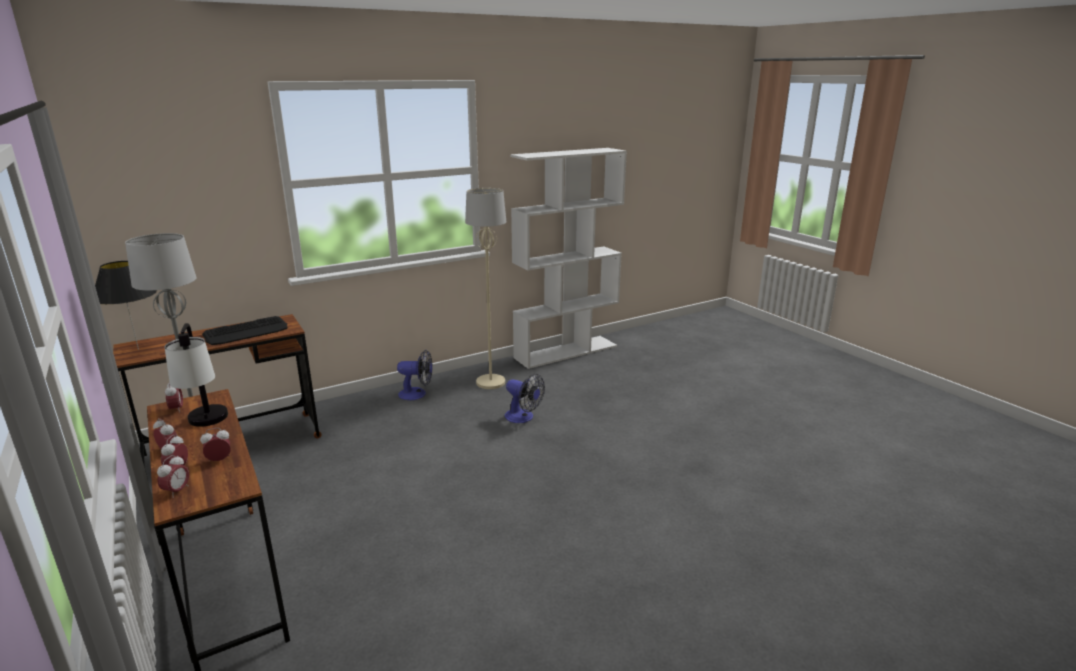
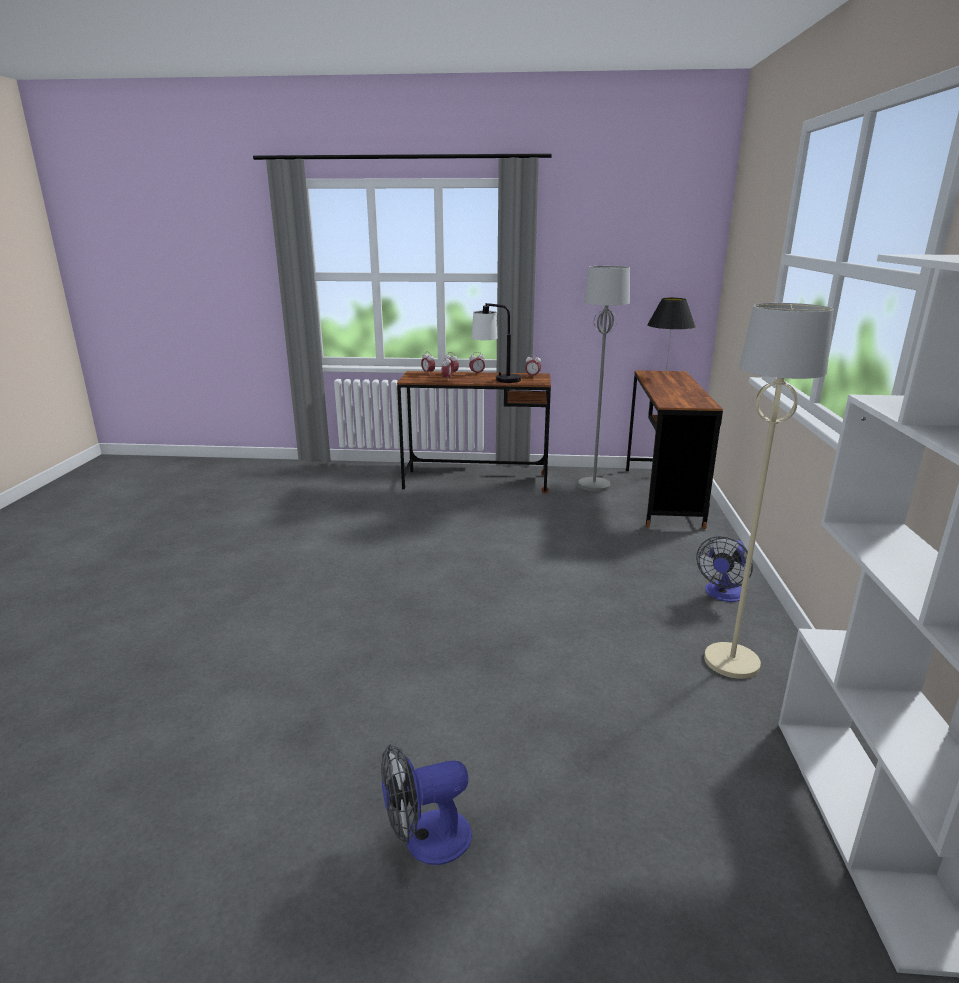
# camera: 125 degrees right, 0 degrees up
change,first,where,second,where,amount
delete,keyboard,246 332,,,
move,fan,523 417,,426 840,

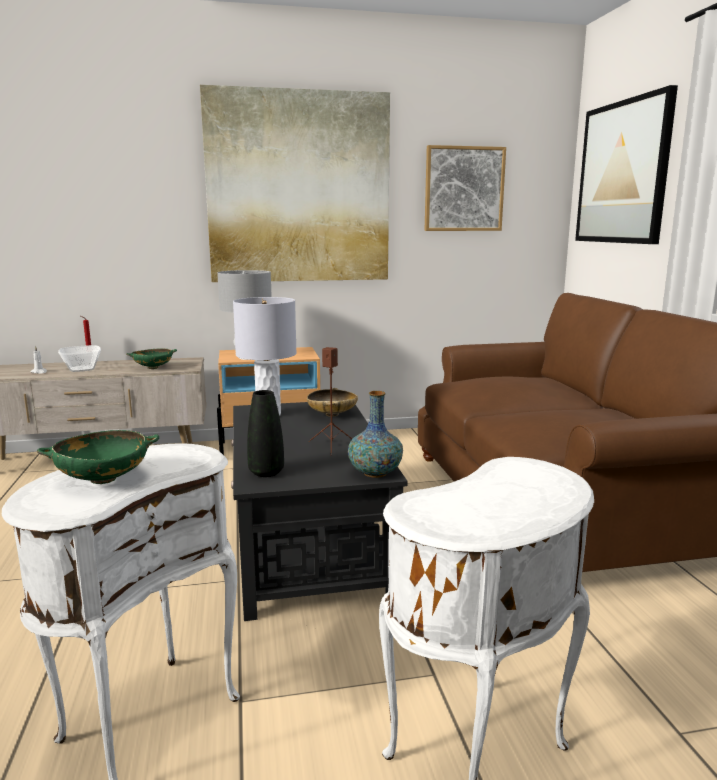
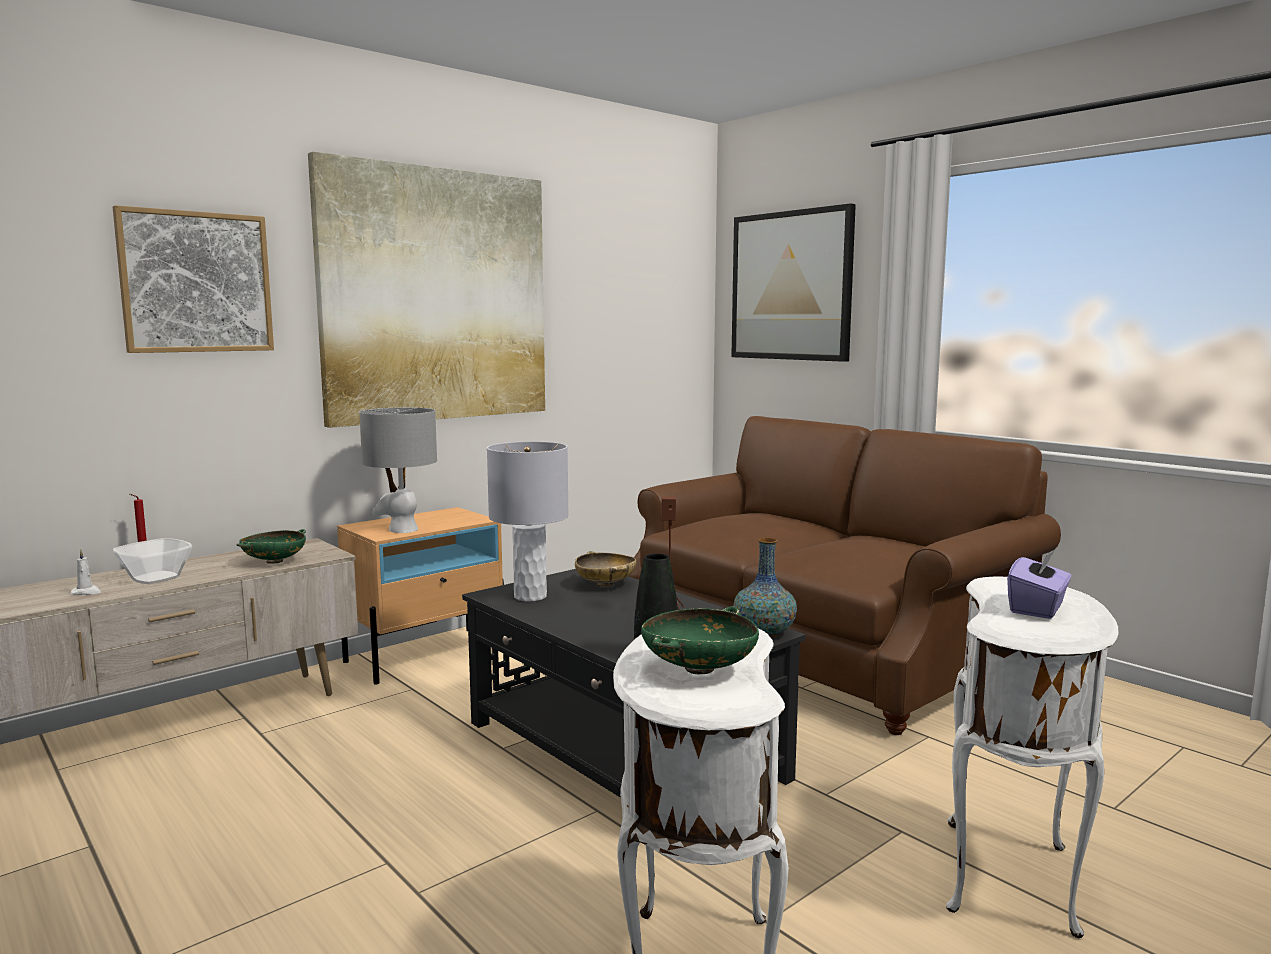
# camera: 30 degrees left, 5 degrees down
change,first,where,second,where,amount
move,picture,464 189,,196 282,
insert,,,purple tissue box,1037 608,

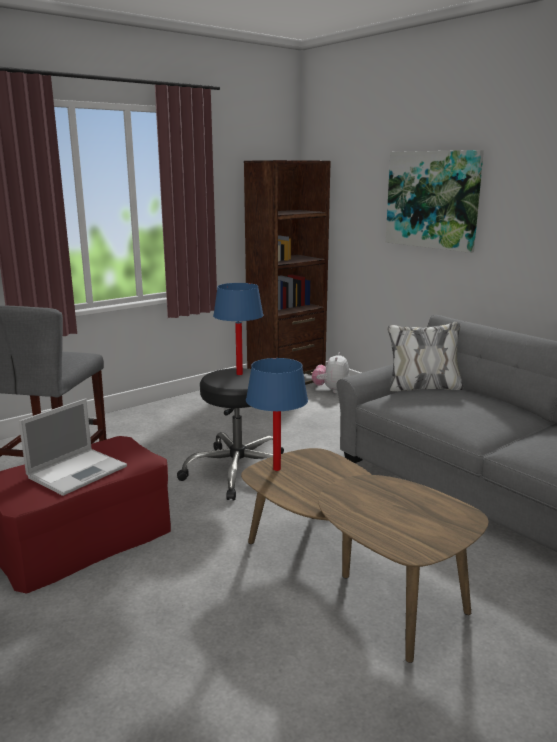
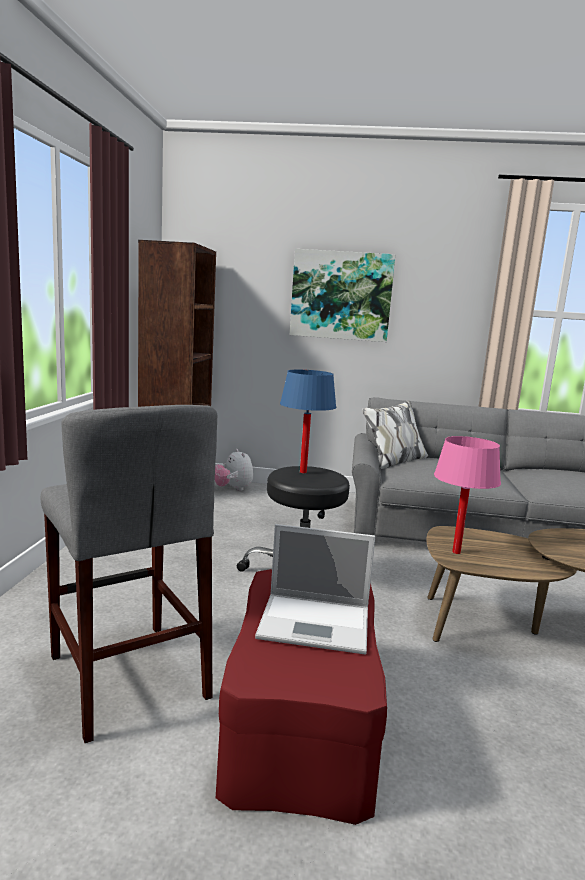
# camera: 45 degrees left, 5 degrees down
change,first,where,second,where,amount
recolor,blue table lamp,277 469,pink table lamp,456 552,
rotate,laptop,78 471,,317 623,105 degrees clockwise

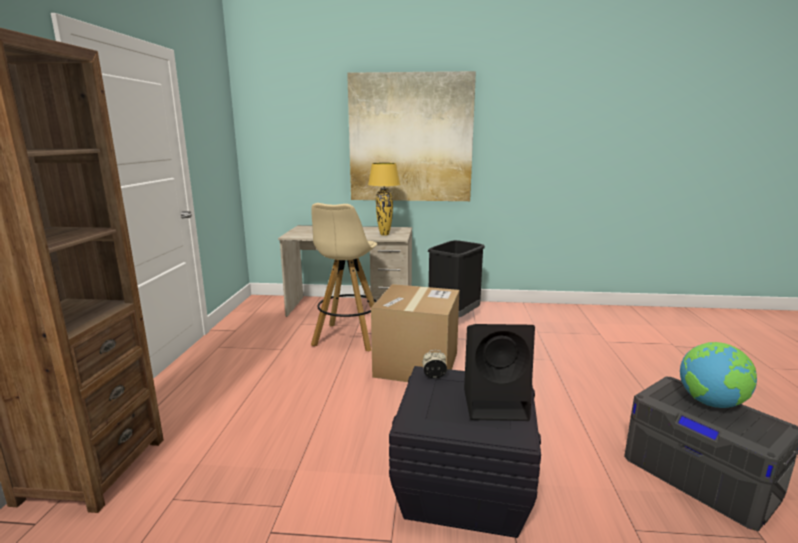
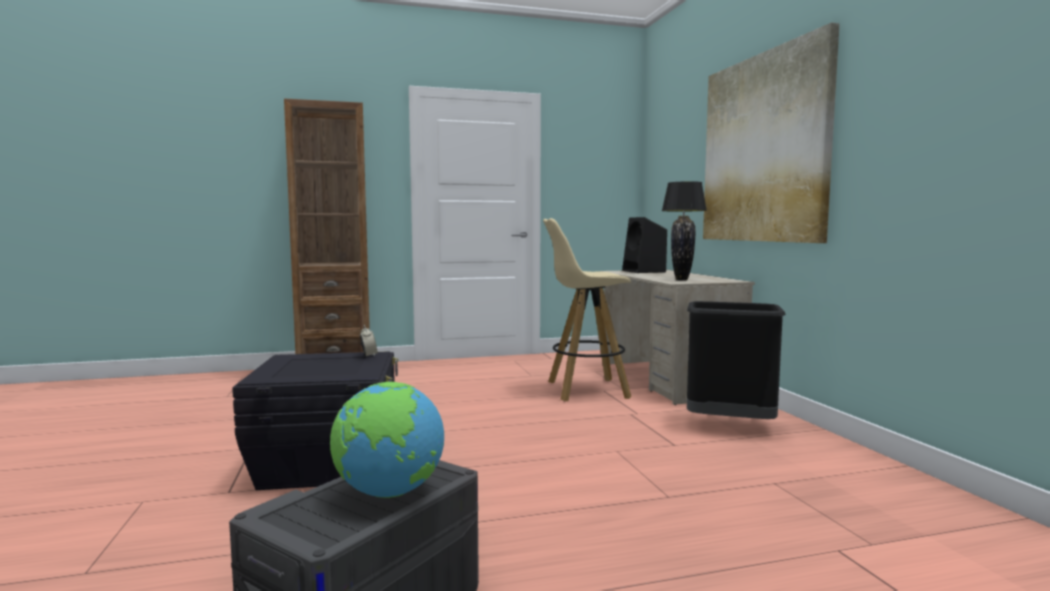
# camera: 70 degrees right, 10 degrees down
change,first,where,second,where,amount
recolor,yellow table lamp,384 234,black table lamp,681 280,
delete,cardboard box,416 364,,,
move,black speaker,497 404,,644 271,

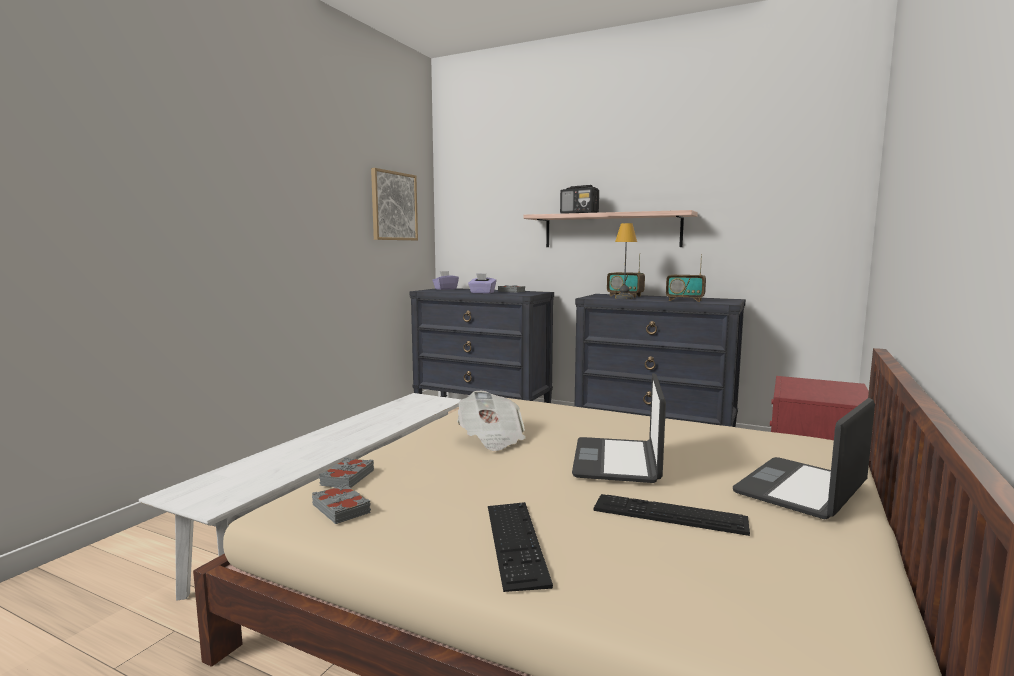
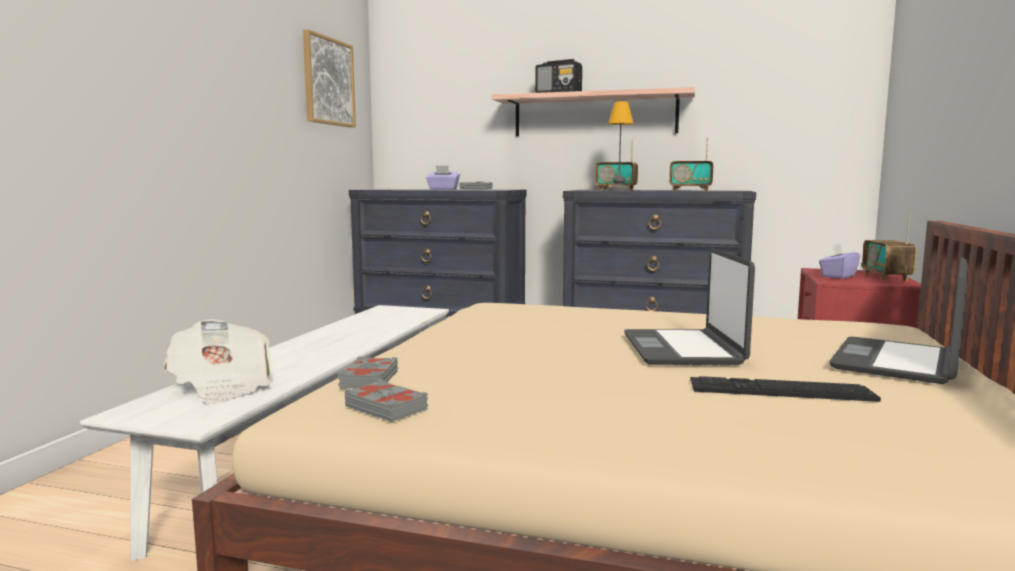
# camera: 10 degrees left, 0 degrees up
change,first,where,second,where,amount
move,purple tissue box,445 289,,838 276,
move,newspaper,491 438,,222 387,
delete,keyboard,515 542,,,
insert,,,radio,886 277,

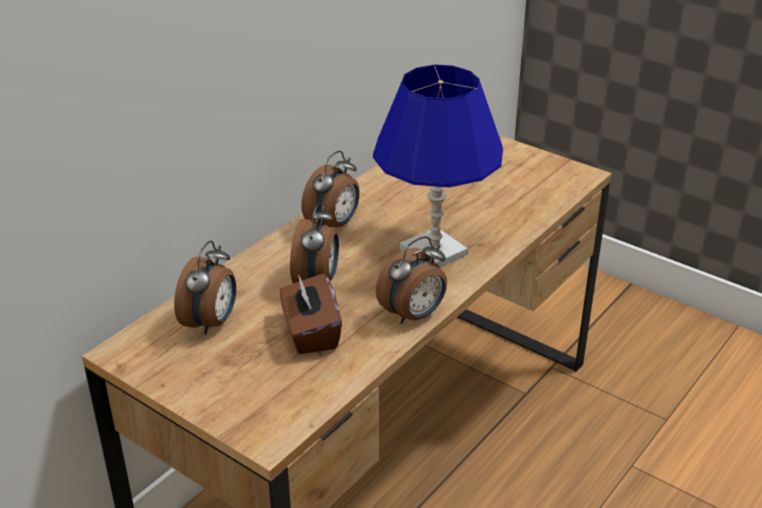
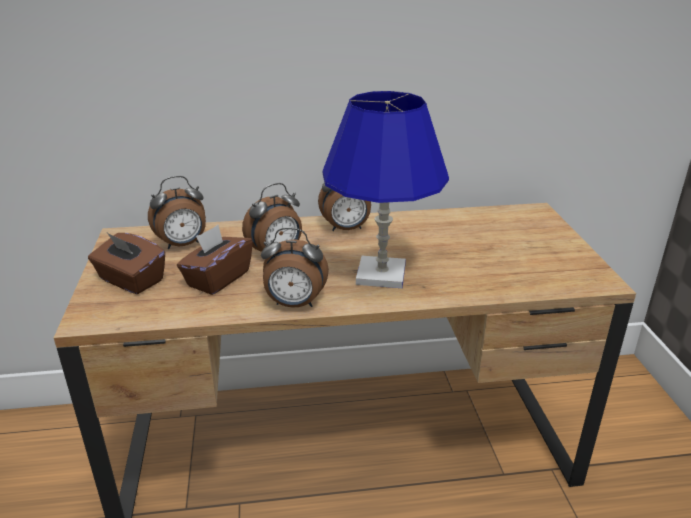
# camera: 45 degrees right, 5 degrees down
change,first,where,second,where,amount
insert,,,brown tissue box,131 280,

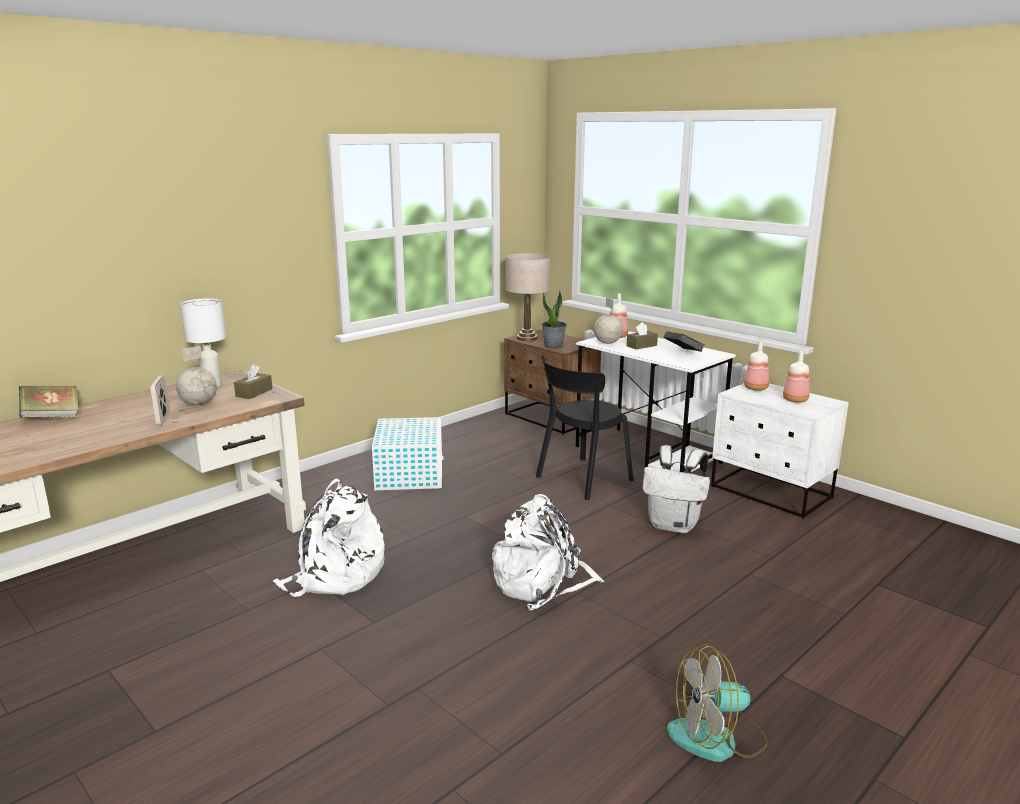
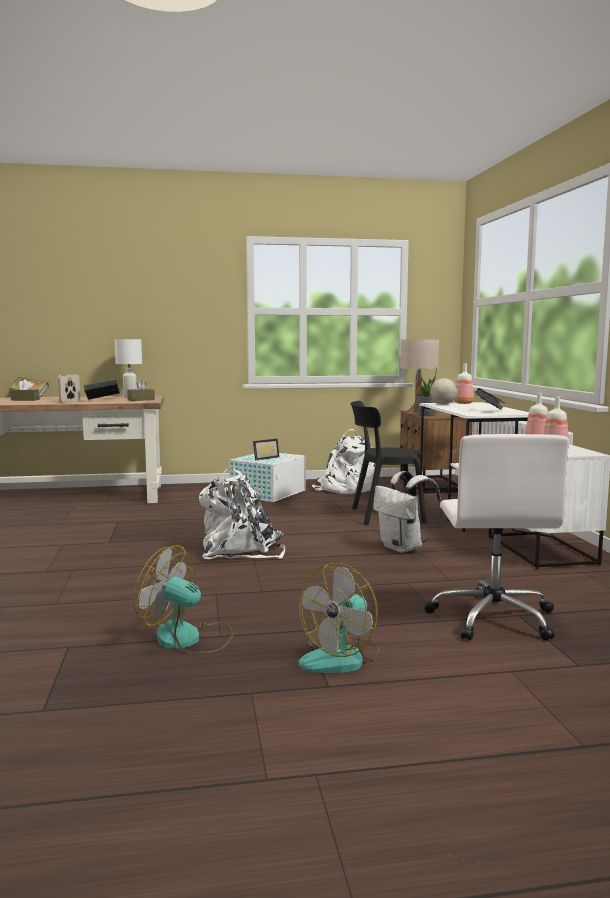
# camera: 35 degrees right, 10 degrees down
change,first,where,second,where,amount
move,brown tissue box,641 346,,25 400,
replace,globe,198 404,book,102 400,
move,white backpack,335 575,,345 489,
insert,,,white office chair,493 618,
insert,,,picture frame,264 458,
insert,,,fan,341 657,

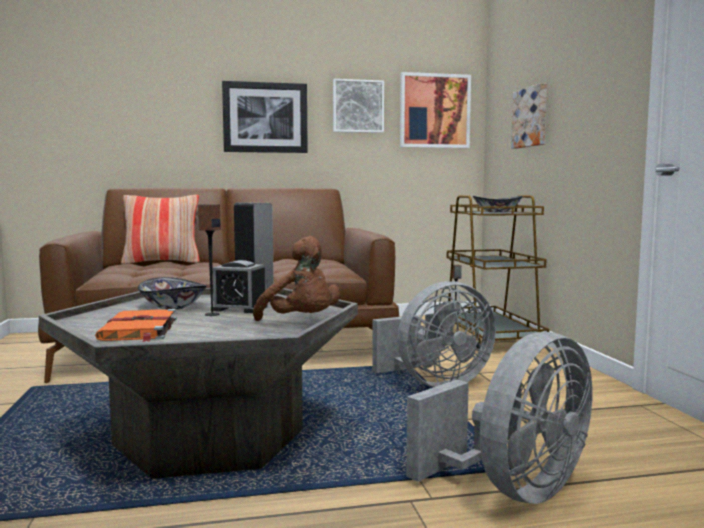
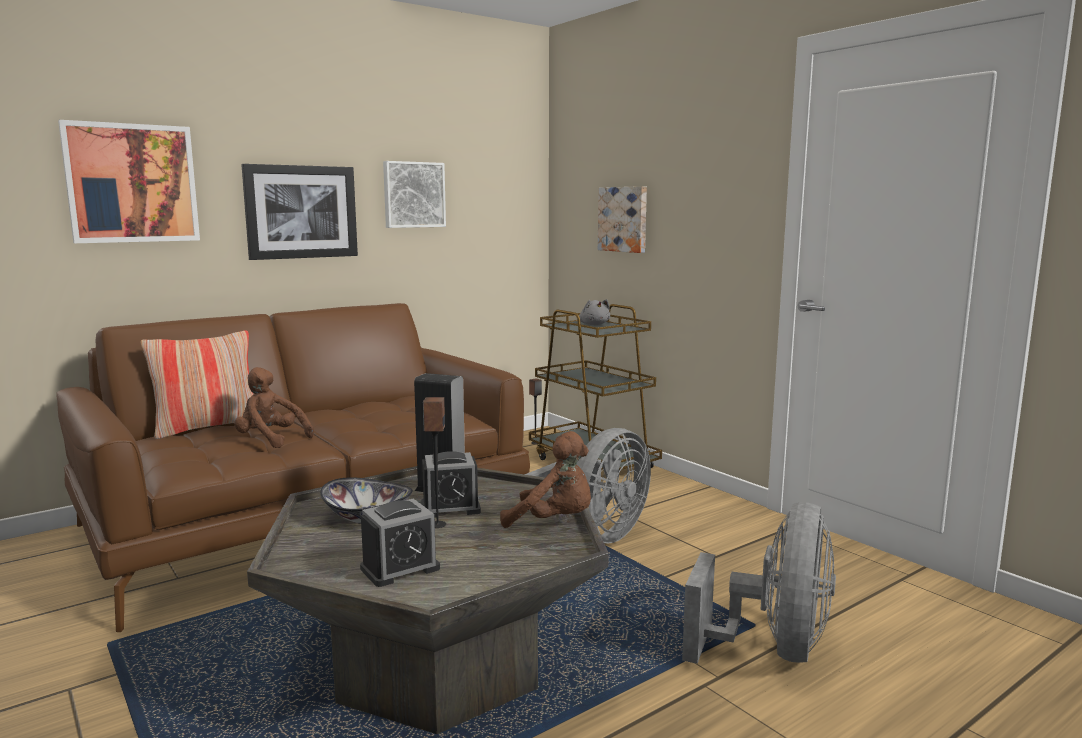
# camera: 25 degrees left, 5 degrees up
change,first,where,second,where,amount
move,picture,434 111,,132 183,
replace,bowl,497 212,grey plush toy,594 325,
replace,orange book,139 329,alarm clock,400 568,
insert,,,brown plush toy,270 440,

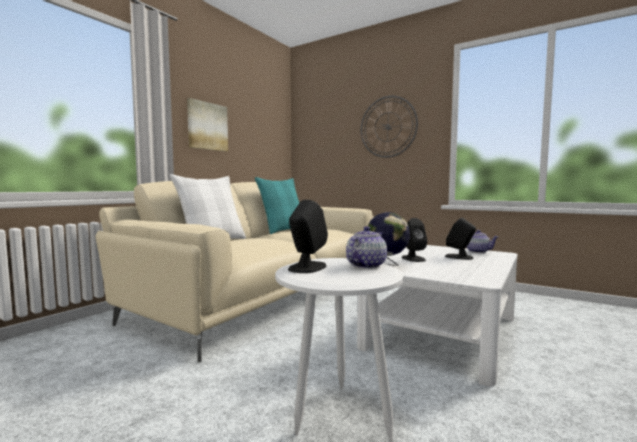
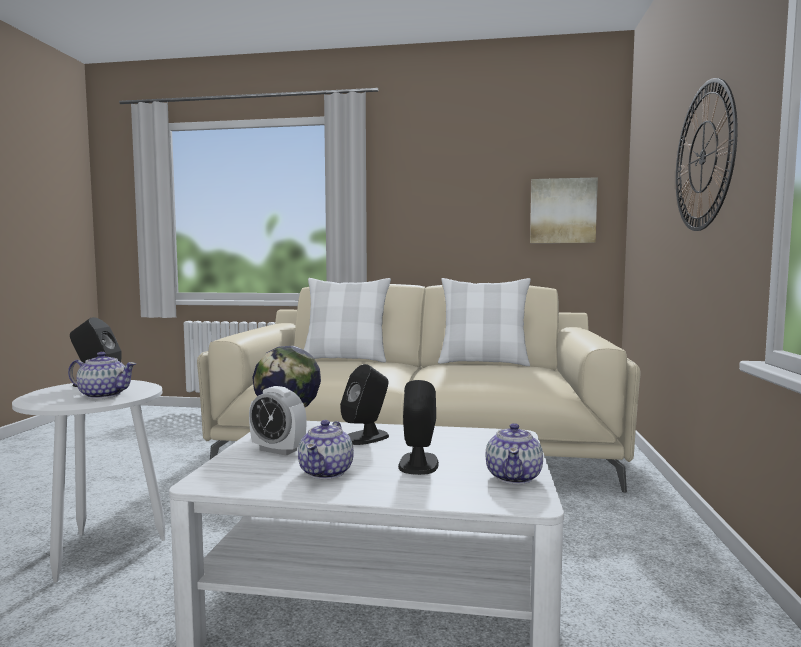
# camera: 65 degrees right, 0 degrees up
change,first,where,second,where,amount
move,picture,207 126,,562 211,
recolor,turquoise pillow,283 230,white pillow,483 362,
insert,,,alarm clock,278 450,
insert,,,teapot,327 472,

